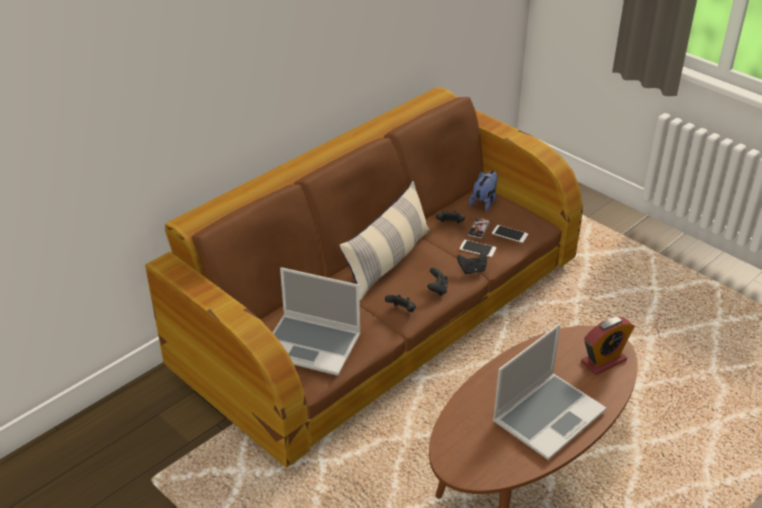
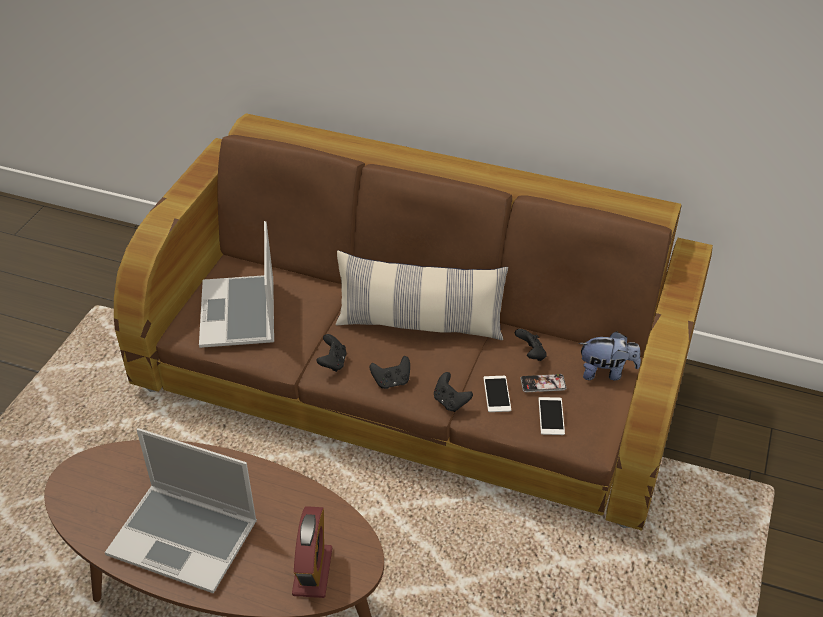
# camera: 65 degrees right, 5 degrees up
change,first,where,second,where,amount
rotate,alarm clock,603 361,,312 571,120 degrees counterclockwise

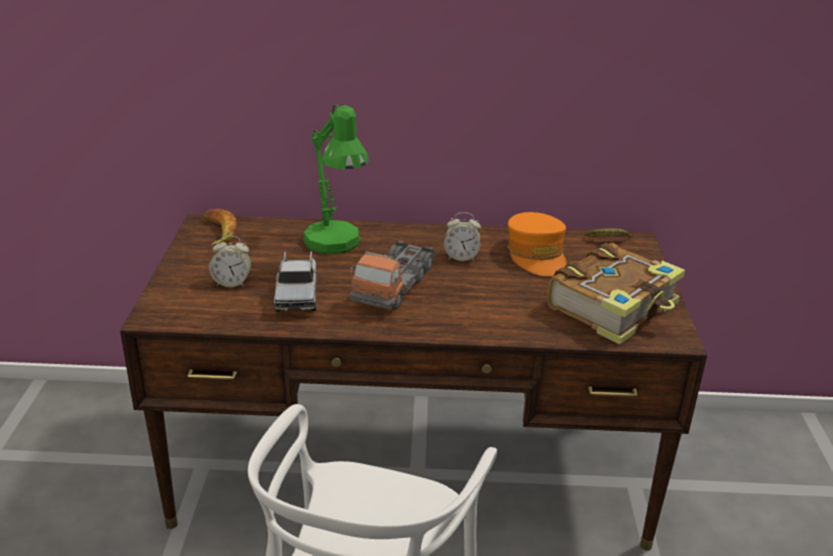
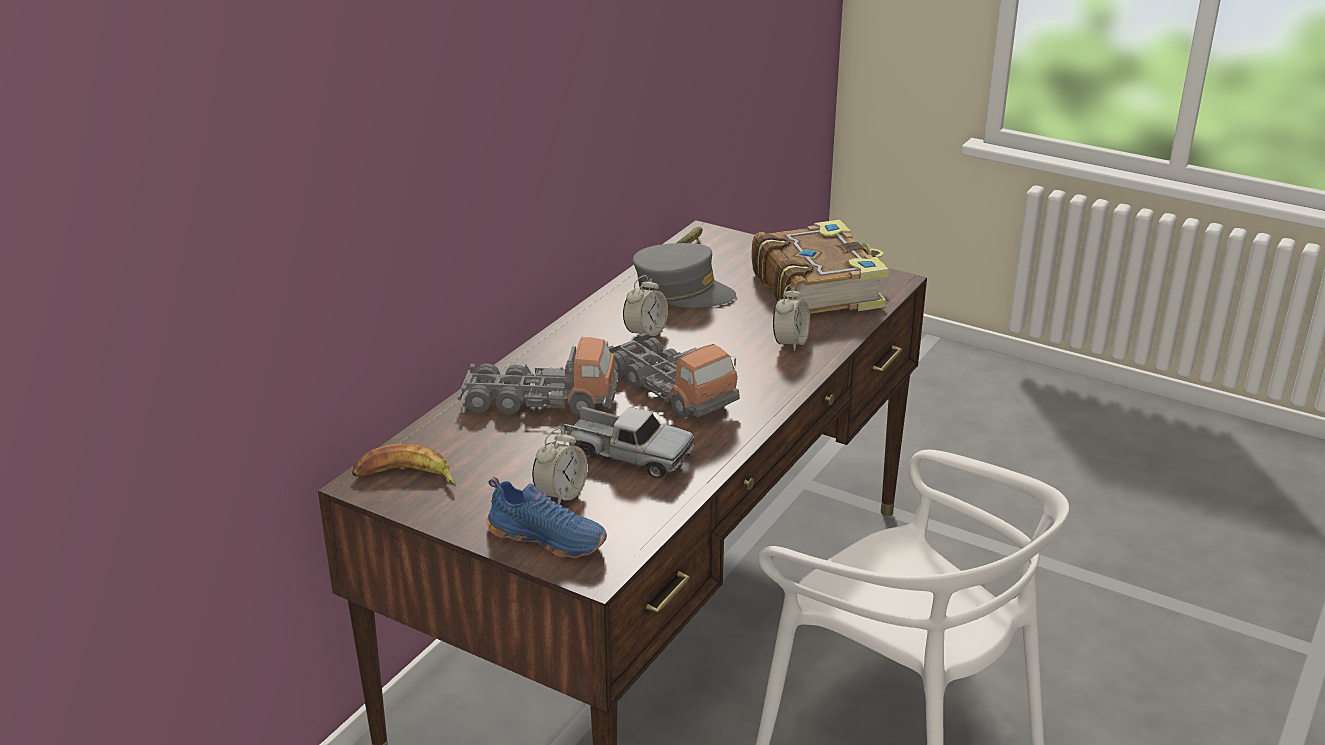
# camera: 60 degrees left, 0 degrees up
change,first,where,second,where,amount
replace,green table lamp,336 246,toy truck,539 401,
recolor,orange cap,537 255,grey cap,682 291,
insert,,,alarm clock,790 343,
insert,,,blue shoe,548 537,

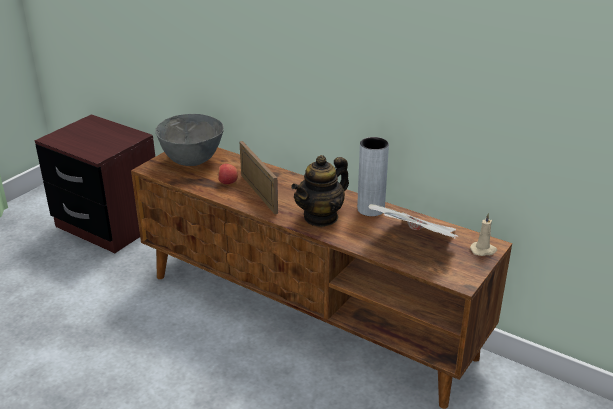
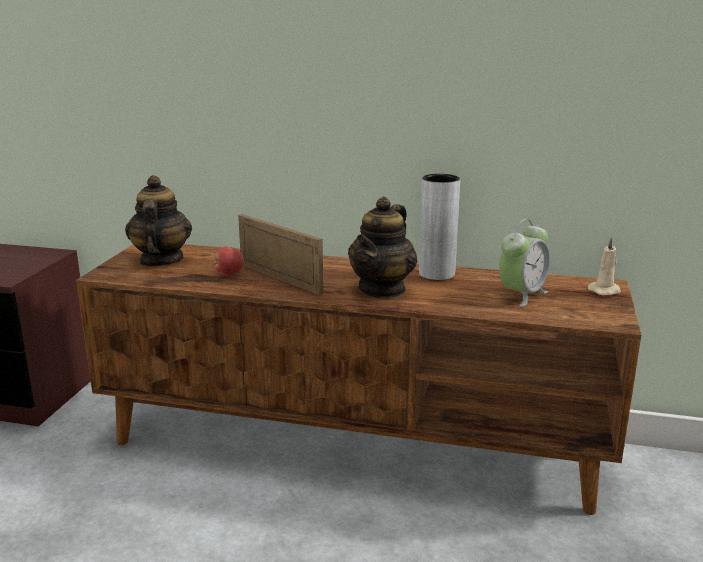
# camera: 20 degrees left, 10 degrees down
change,first,where,second,where,amount
replace,grey bowl,192 161,teapot,161 260,
replace,newspaper,416 242,alarm clock,521 295,

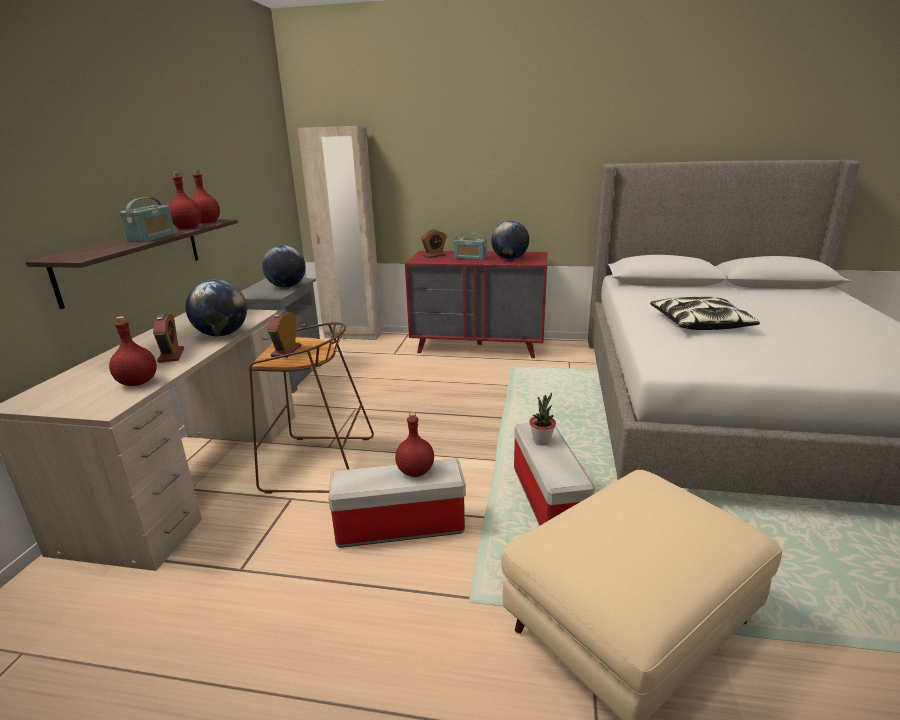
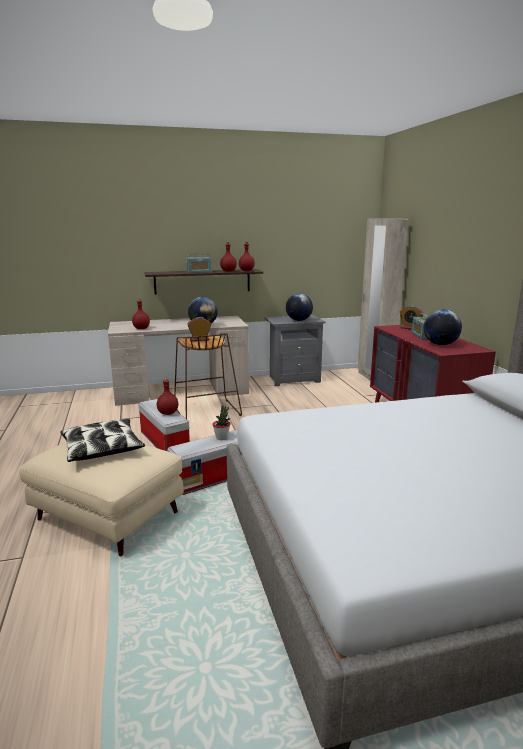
# camera: 65 degrees right, 5 degrees down
change,first,where,second,where,amount
move,pillow,699 323,,102 448,
delete,alarm clock,171 355,,,

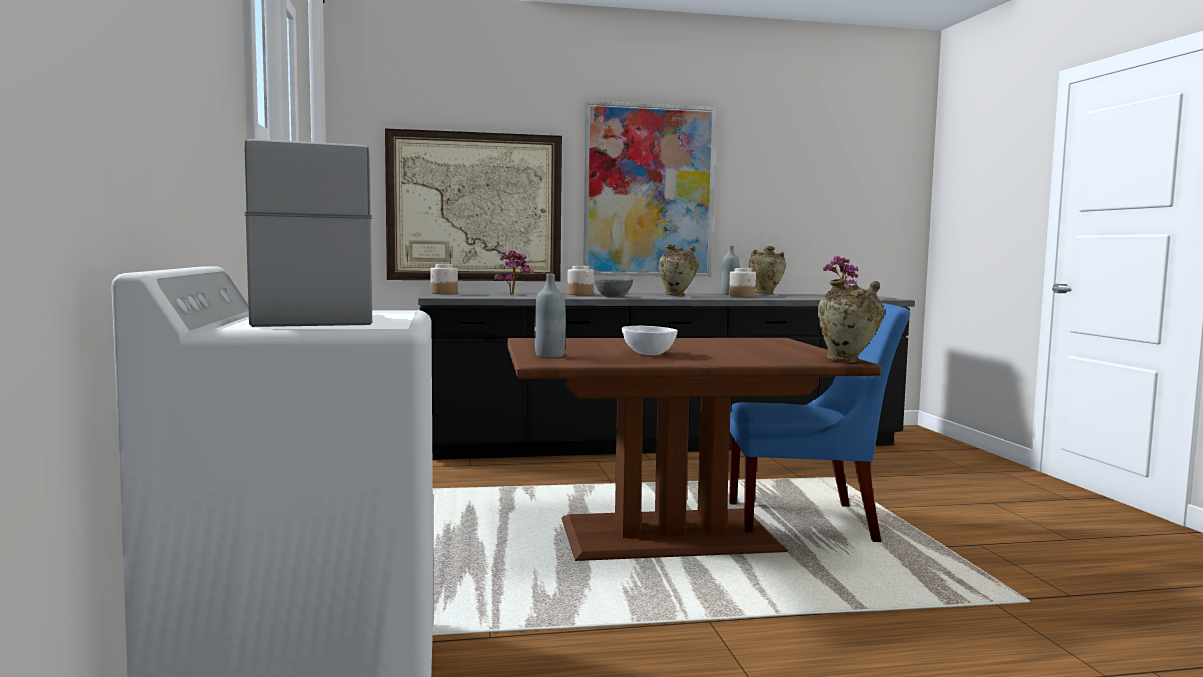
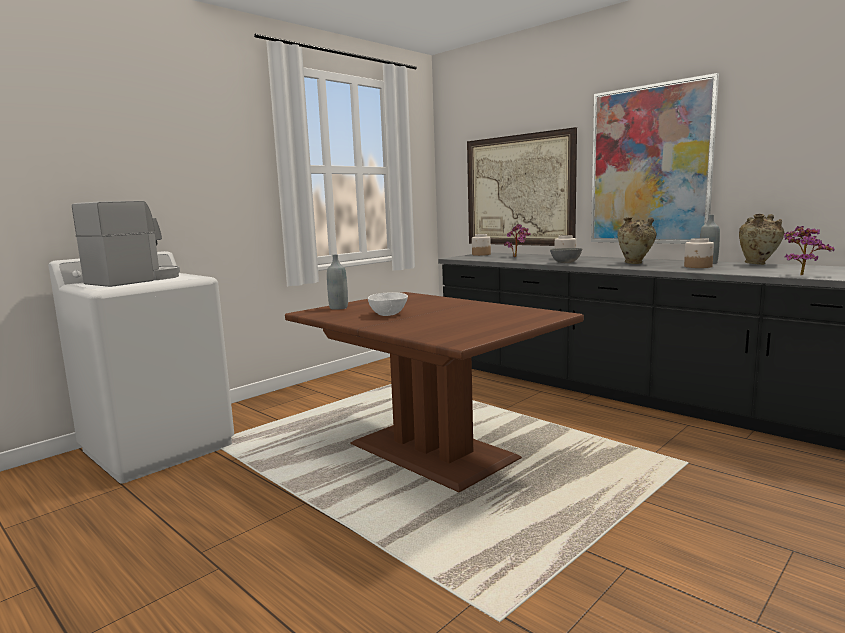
# camera: 55 degrees right, 5 degrees up
change,first,where,second,where,amount
delete,beige vase,847 361,,,
delete,blue chair,808 522,,,

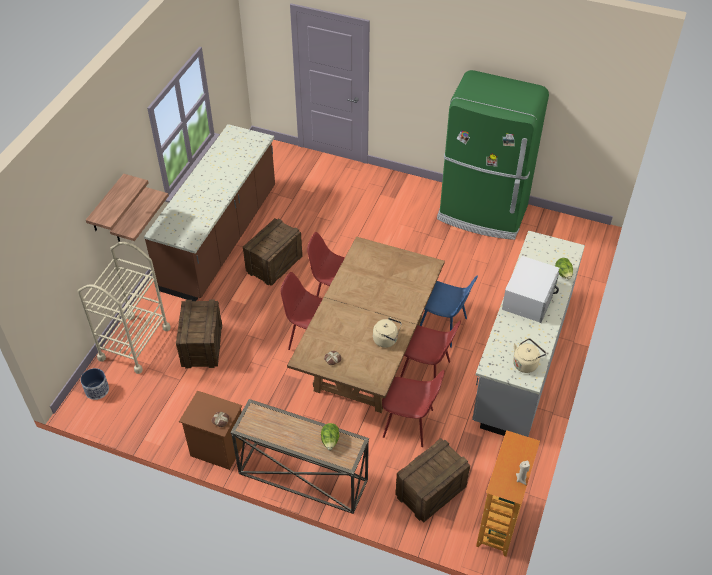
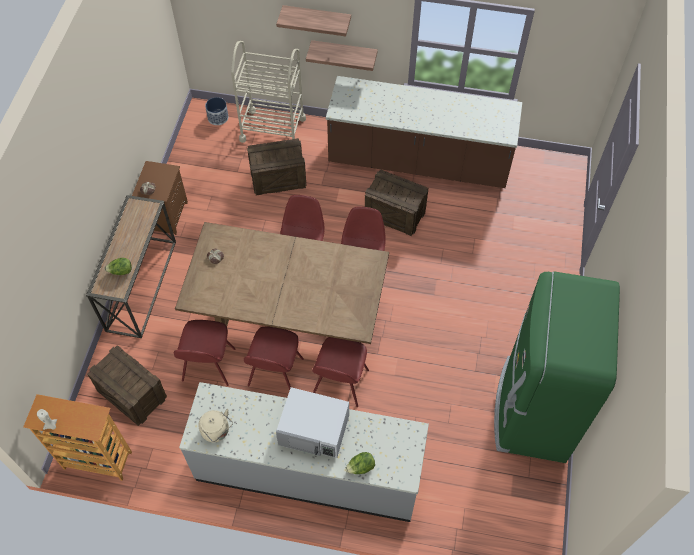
# camera: 80 degrees right, 10 degrees up
change,first,where,second,where,amount
recolor,blue chair,443 327,red chair,340 384,
delete,beige kettle,387 340,,,

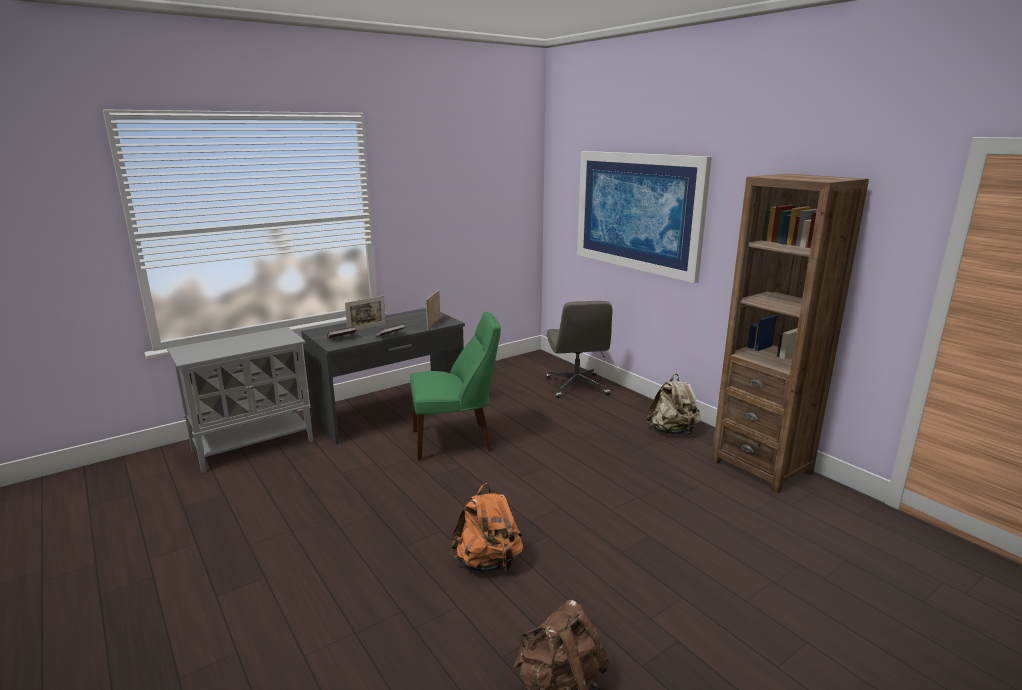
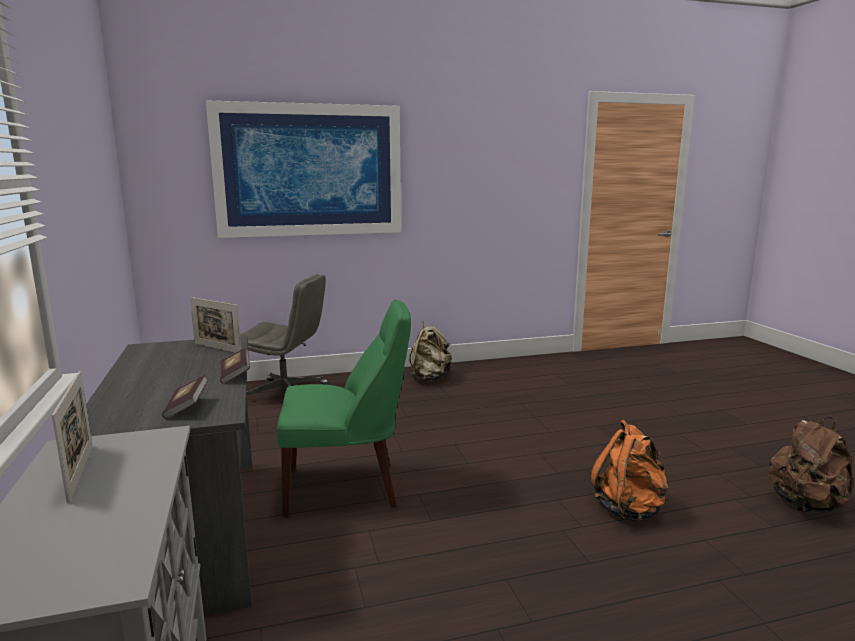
# camera: 70 degrees left, 5 degrees down
change,first,where,second,where,amount
delete,brown bookcase,761 467,,,
move,picture frame,367 328,,80 472,
rotate,green chair,456 441,,347 488,75 degrees clockwise

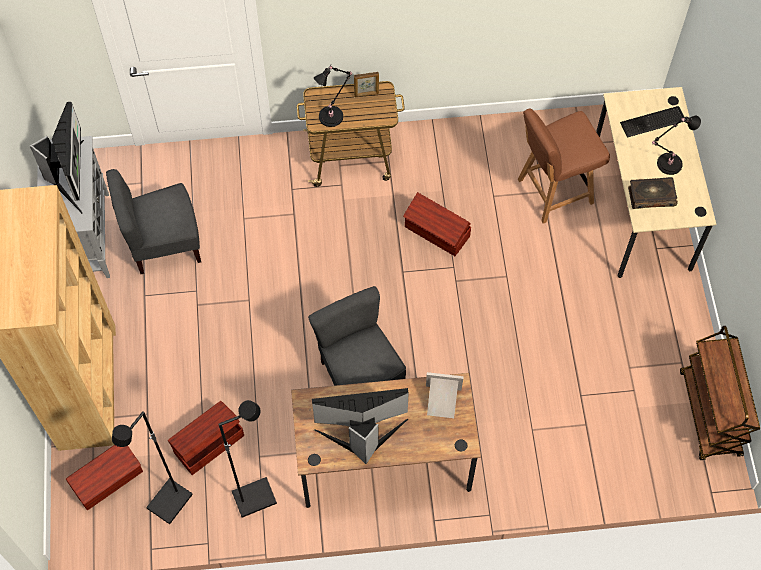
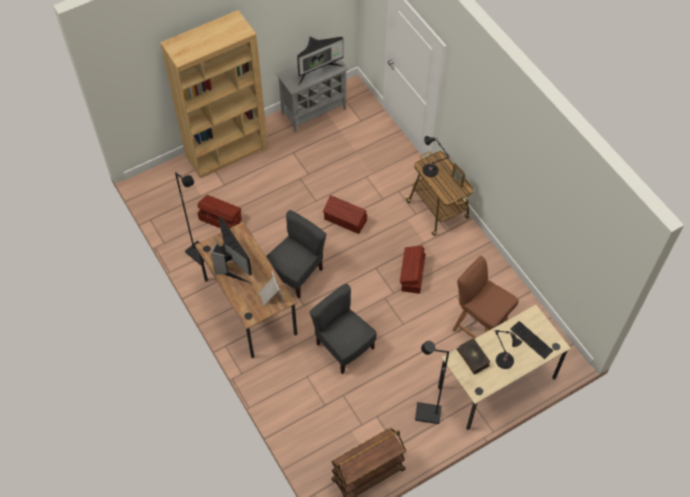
# camera: 65 degrees right, 5 degrees down
change,first,where,second,where,amount
move,grey chair,164 244,,344 347,
move,black floor lamp,170 503,,427 414,
move,brown storage box,108 479,,345 220,

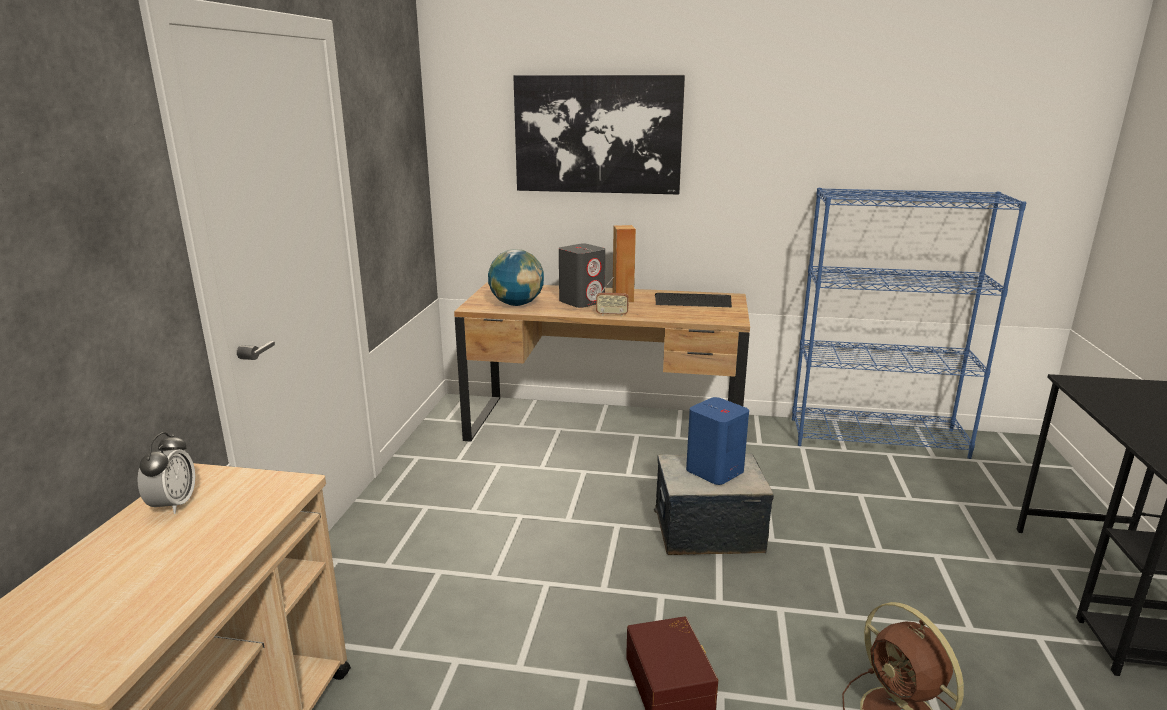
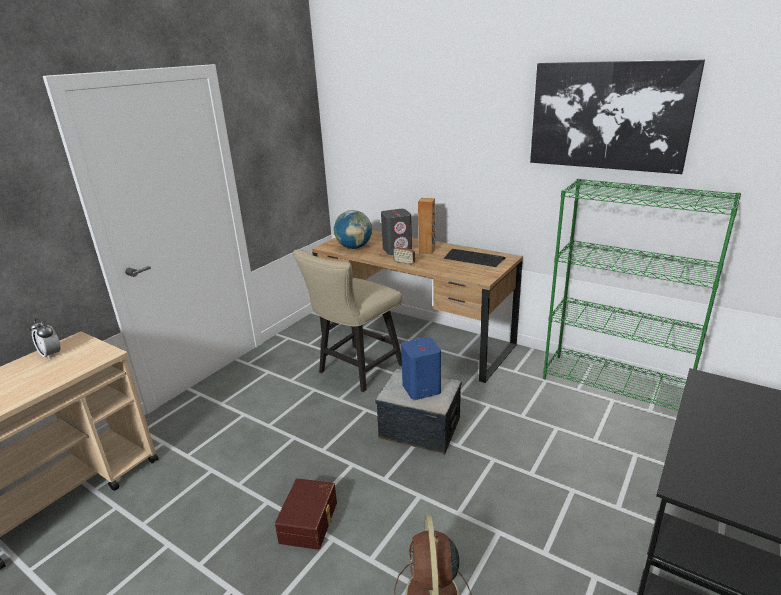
# camera: 25 degrees right, 5 degrees up
change,first,where,second,where,amount
move,picture,598 134,,608 116,
recolor,blue bookcase,877 437,green bookcase,615 385,
rotate,alarm clock,173 505,,51 355,105 degrees clockwise
insert,,,beige chair,356 371,

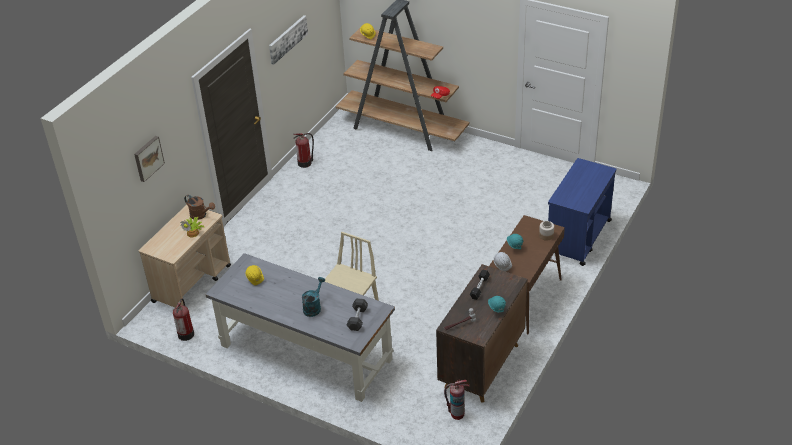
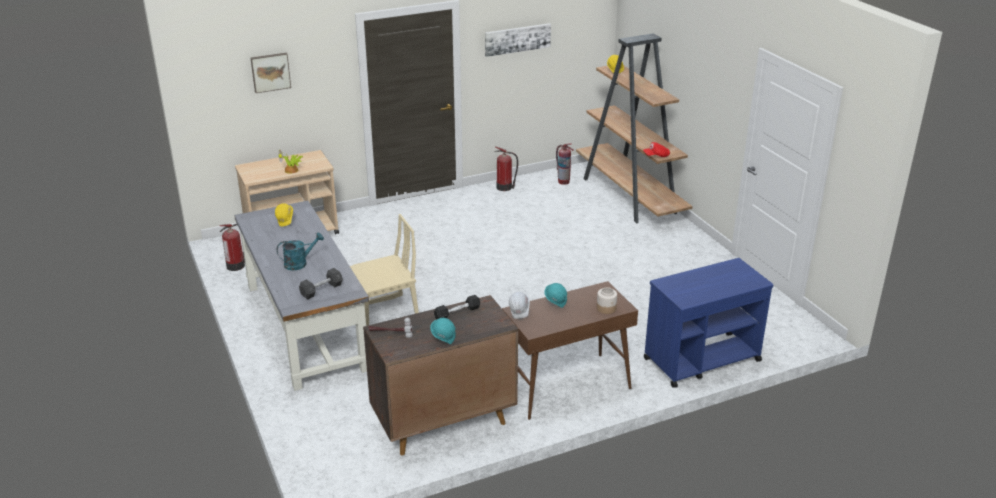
# camera: 35 degrees right, 10 degrees down
change,first,where,second,where,amount
delete,brown watering can,200 215,,,
move,fire extinguisher,457 414,,563 181,

